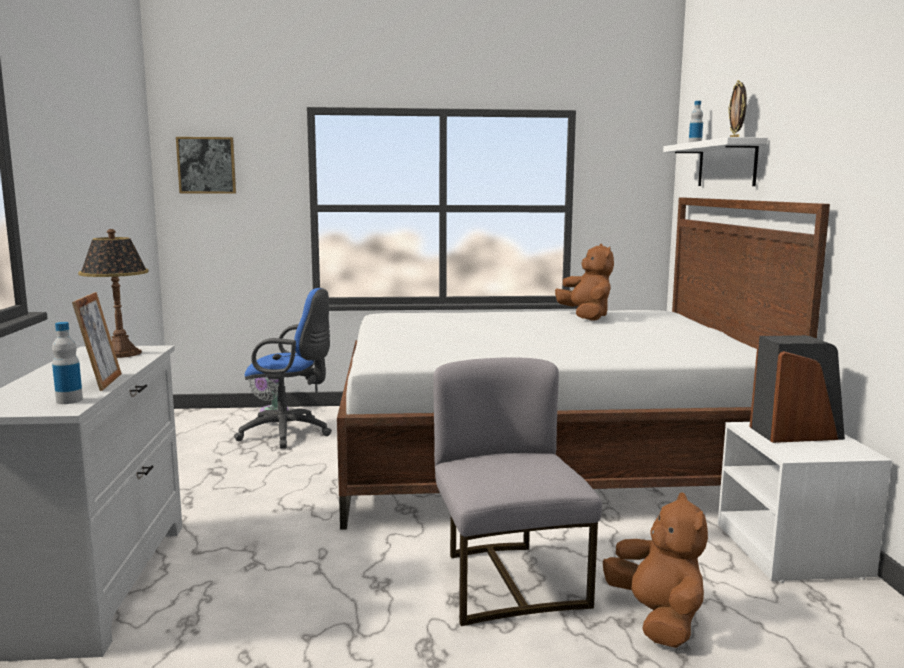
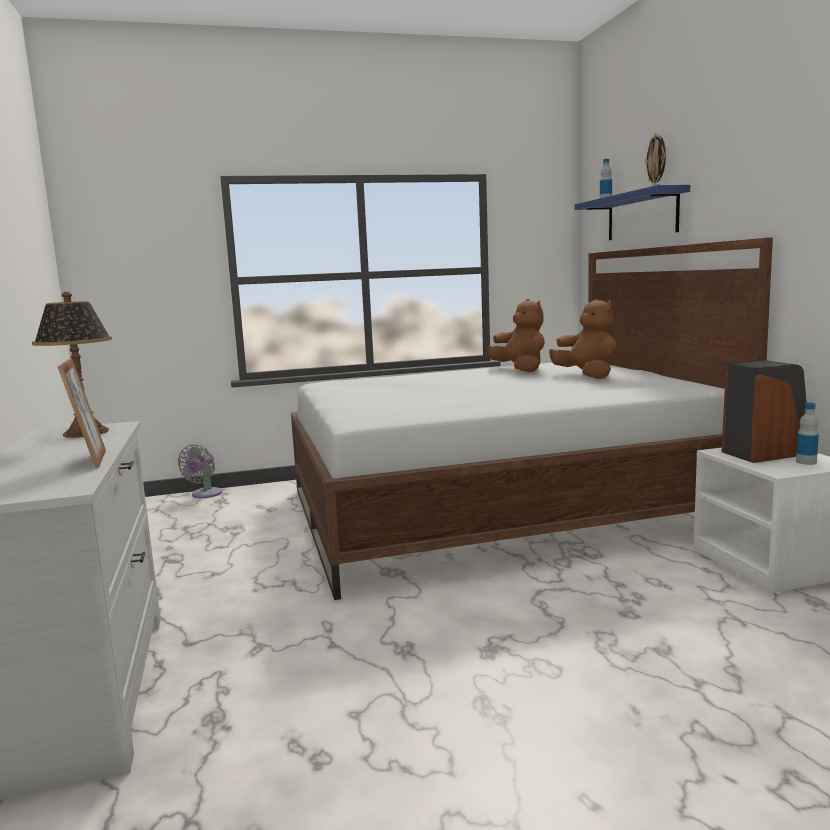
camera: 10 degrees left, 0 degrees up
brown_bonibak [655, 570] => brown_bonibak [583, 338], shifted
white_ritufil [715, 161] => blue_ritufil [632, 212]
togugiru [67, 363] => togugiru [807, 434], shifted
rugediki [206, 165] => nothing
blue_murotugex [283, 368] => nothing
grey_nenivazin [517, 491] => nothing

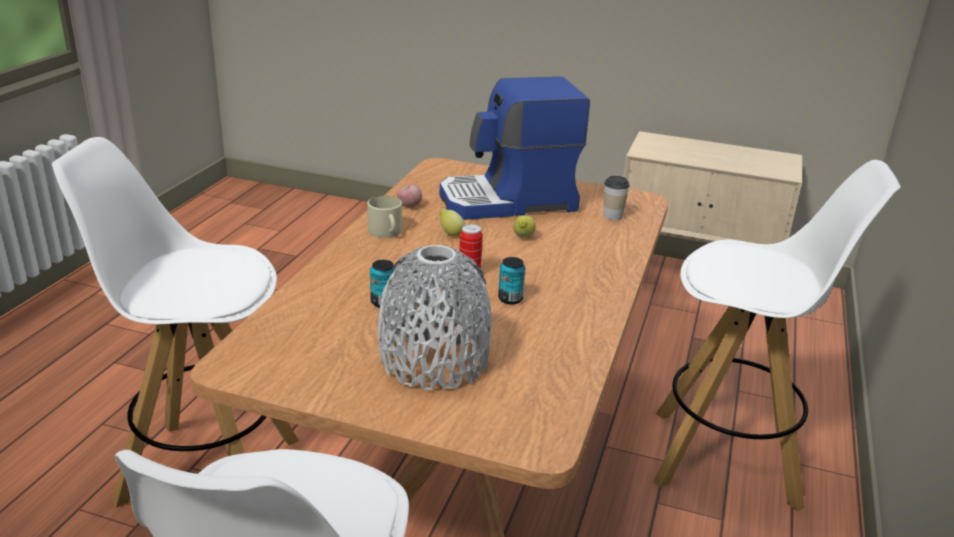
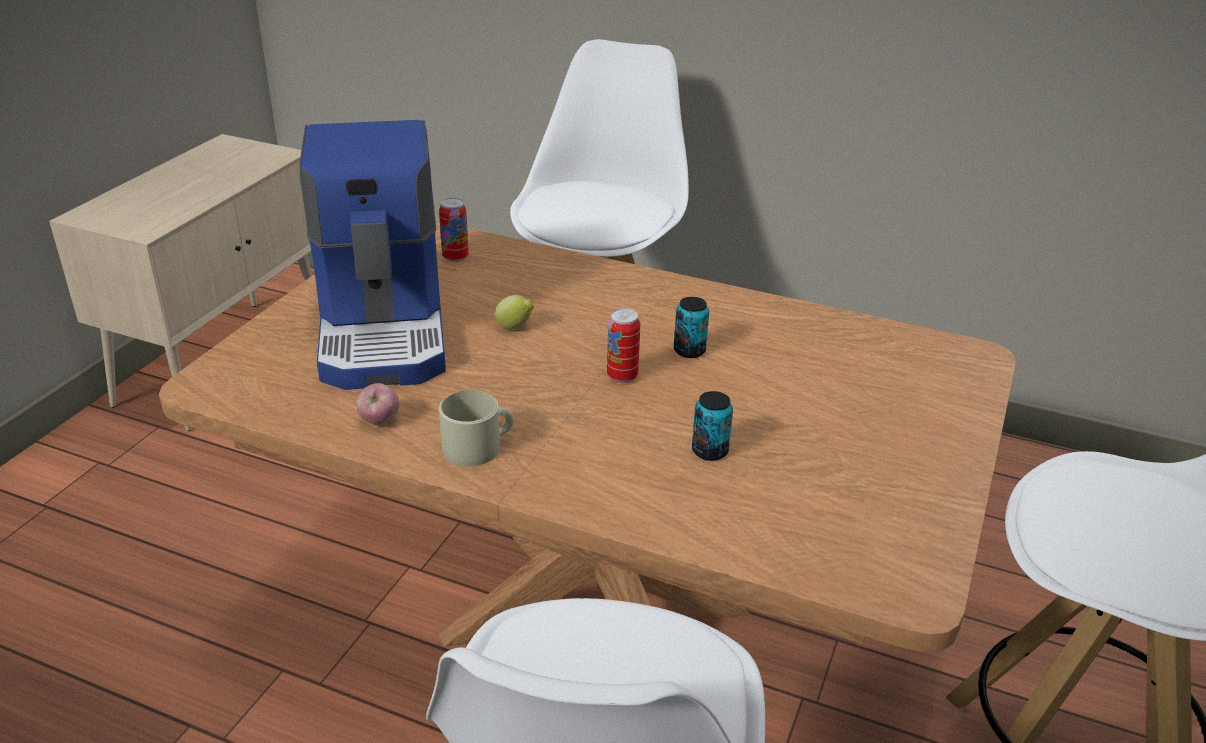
camera: 85 degrees left, 5 degrees up
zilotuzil [616, 198] => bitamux [454, 230]
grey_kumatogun [435, 317] => nothing
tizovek [452, 222] => nothing

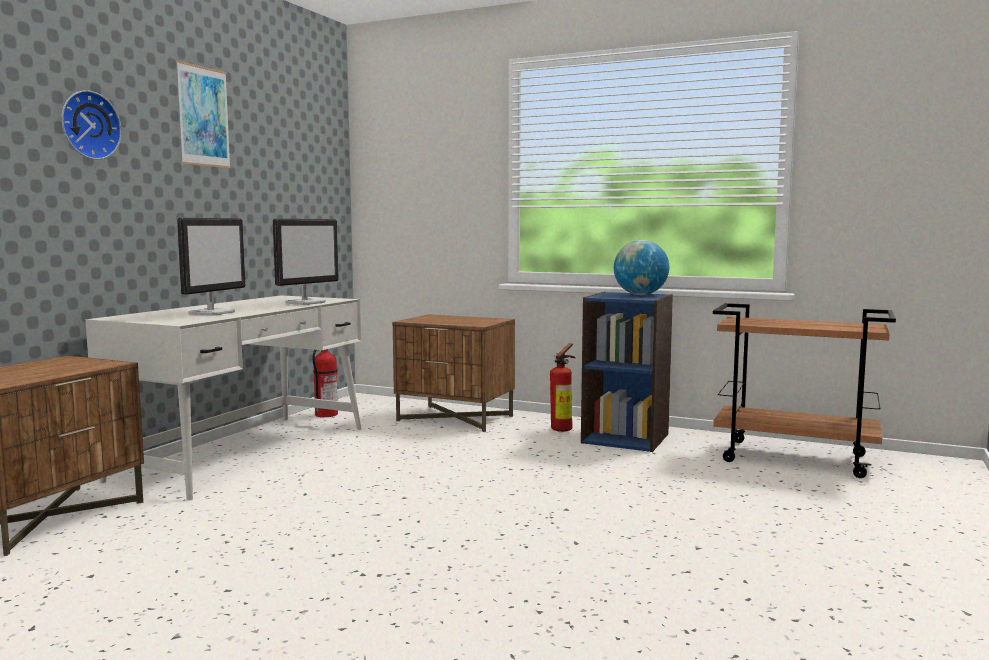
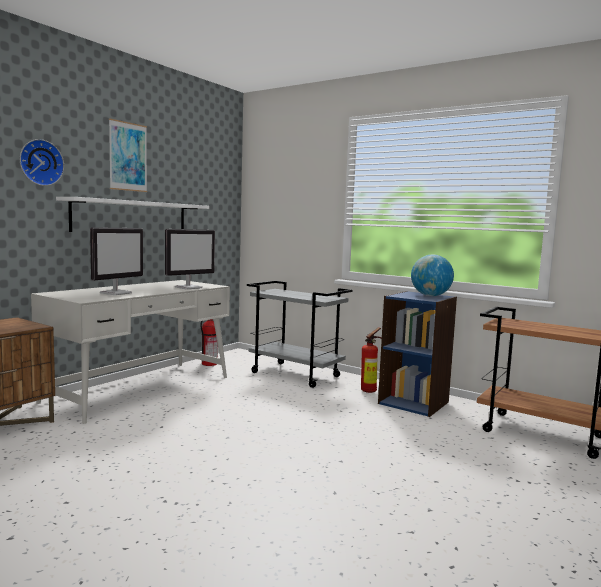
camera: 10 degrees right, 0 degrees up
nothing => white_ritufil [132, 214]
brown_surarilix [454, 373] => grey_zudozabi [299, 334]

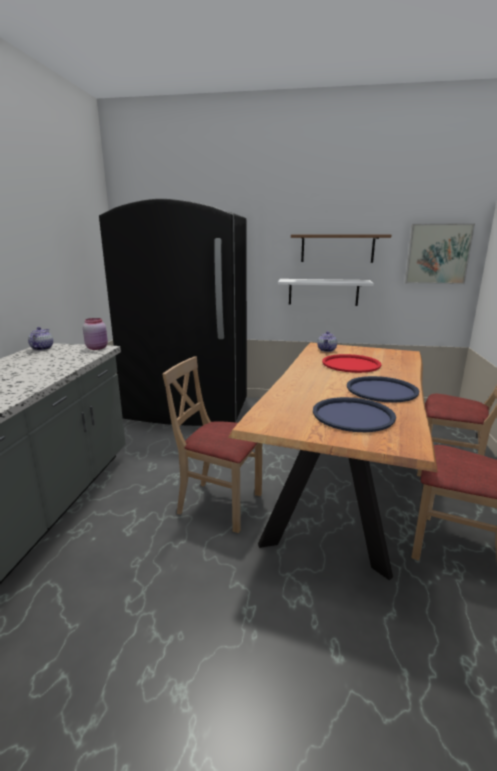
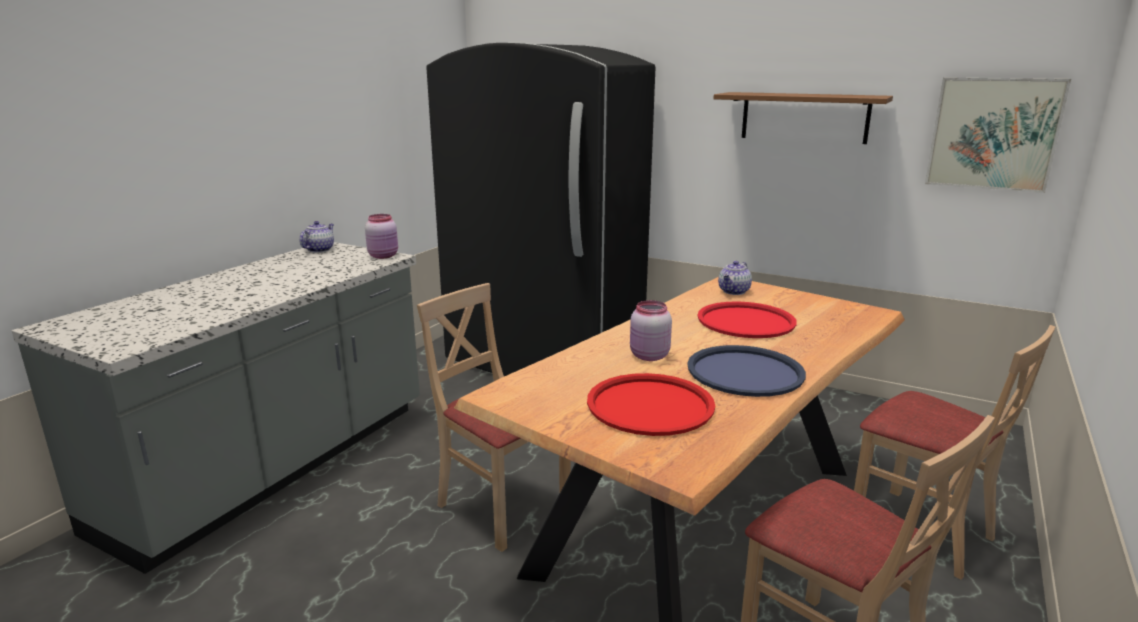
camera: 20 degrees right, 0 degrees up
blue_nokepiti [354, 414] => red_nokepiti [651, 404]
nothing => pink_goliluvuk [651, 330]
white_ritufil [326, 292] => nothing

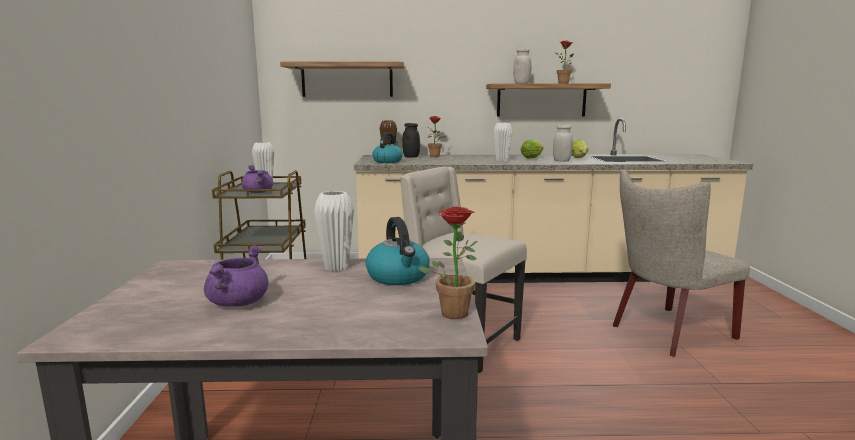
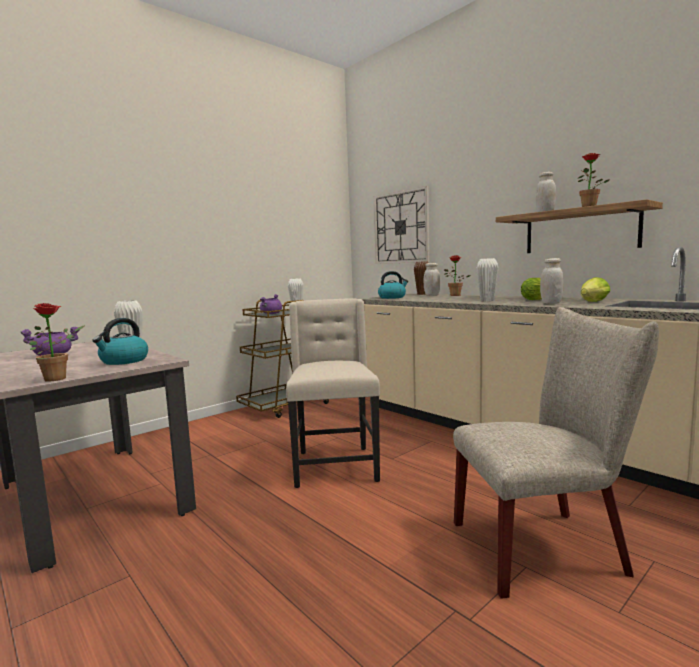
camera: 50 degrees right, 5 degrees down
ritufil [342, 79] => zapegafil [402, 225]
black_goliluvuk [411, 140] => white_goliluvuk [432, 279]
beige_nenivazin [681, 263] => beige_nenivazin [556, 453], 150 degrees clockwise

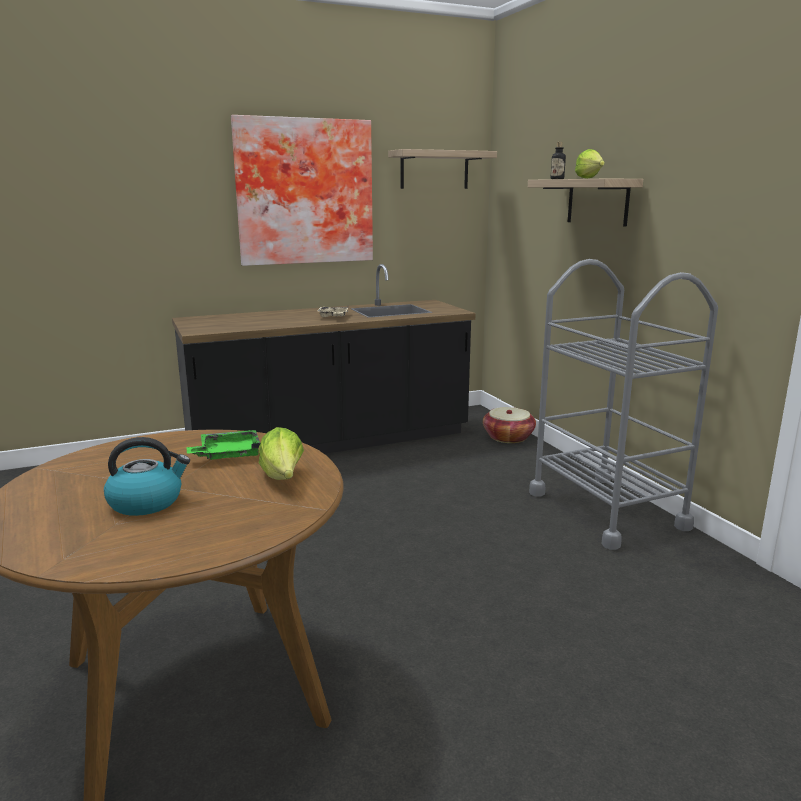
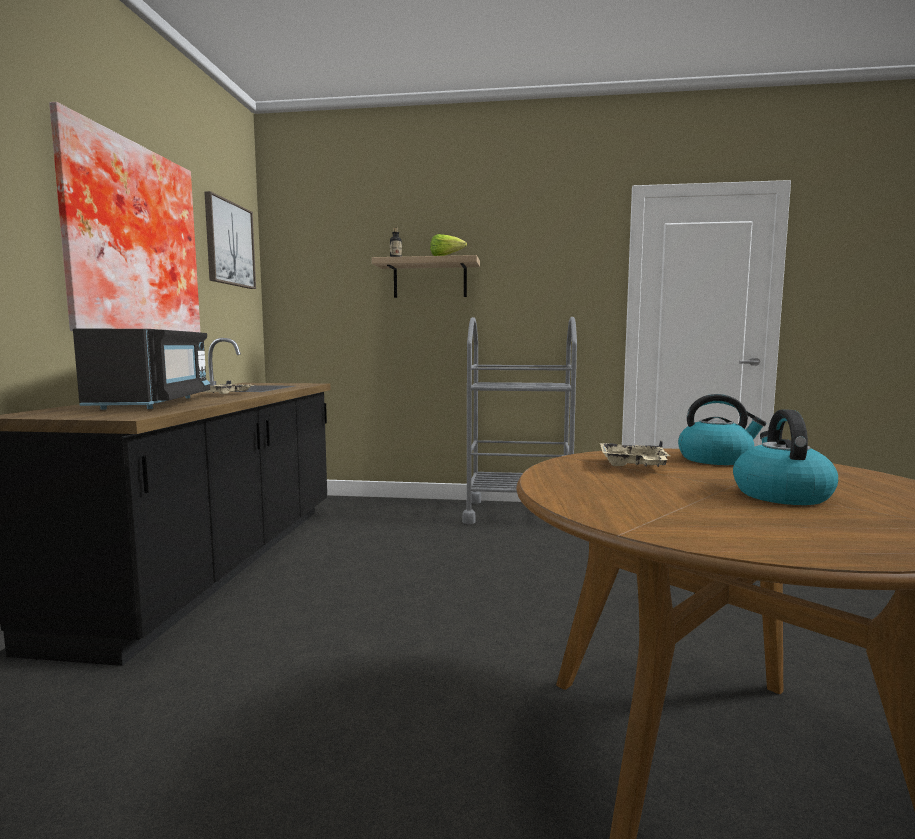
camera: 60 degrees left, 10 degrees down
nothing => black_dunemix [141, 369]
ritufil [442, 169] => rugediki [230, 240]
green_nokepiti [223, 445] => beige_nokepiti [635, 453]
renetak [281, 453] => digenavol [722, 429]
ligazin [509, 425] => nothing

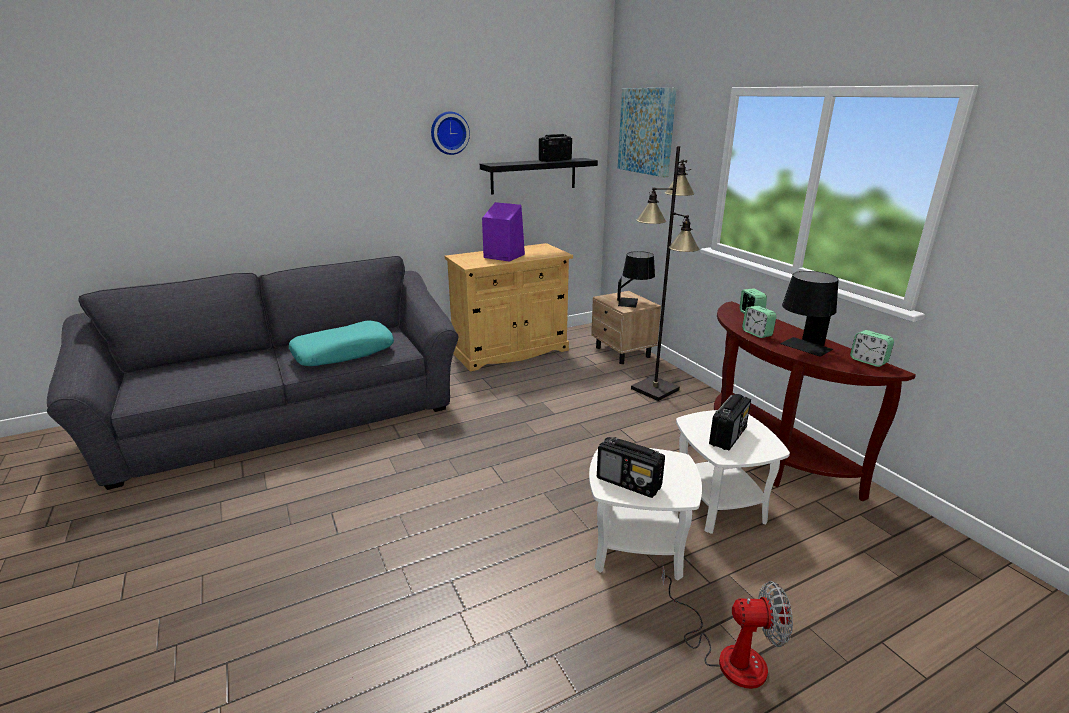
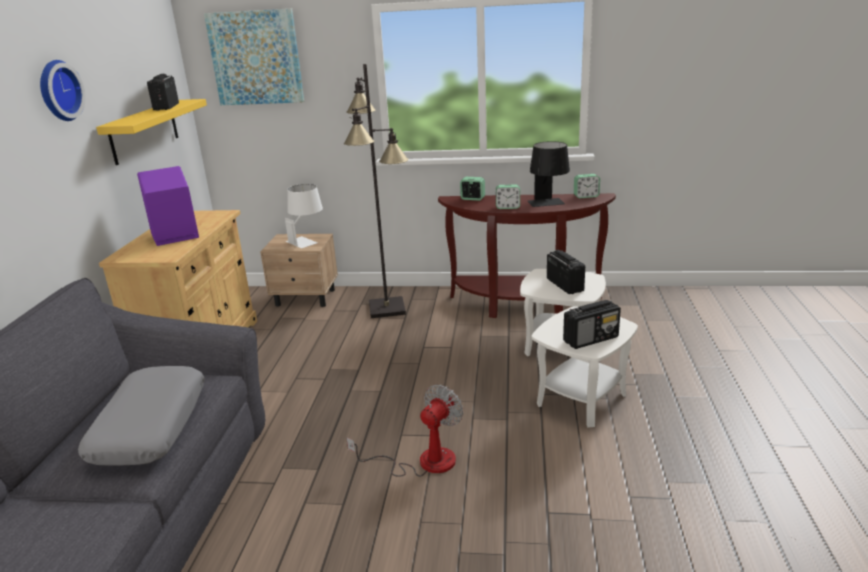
camera: 55 degrees left, 0 degrees up
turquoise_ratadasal [341, 343] => grey_ratadasal [141, 416]
black_ritufil [539, 176] => yellow_ritufil [151, 132]
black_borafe [636, 279] => white_borafe [304, 216]
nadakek [727, 627] => nadakek [404, 431], shifted

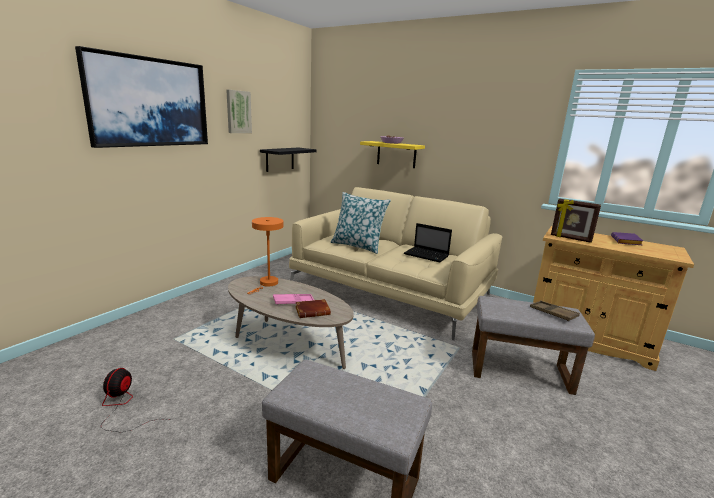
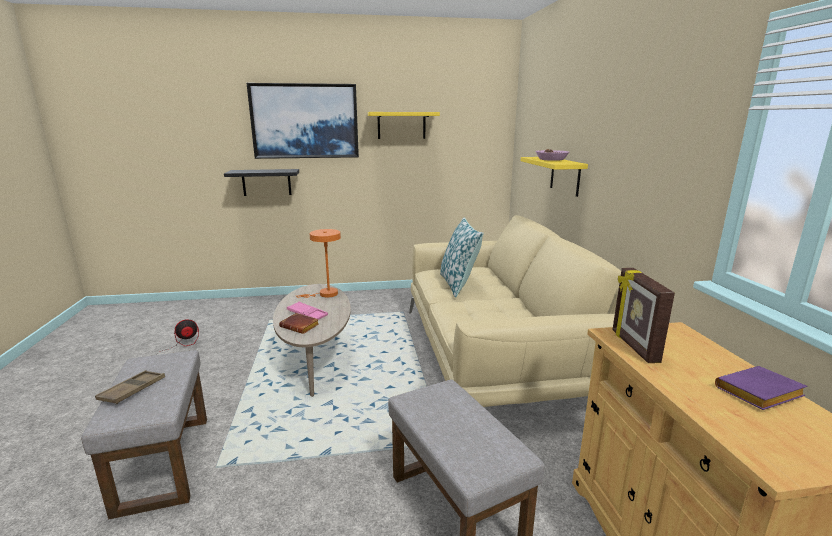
camera: 50 degrees right, 0 degrees up
brown_nokepiti [555, 310] => brown_nokepiti [130, 387], shifted
black_ritufil [288, 160] => black_ritufil [261, 182], shifted
rugediki [239, 111] => yellow_ritufil [404, 125]
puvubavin [428, 243] => nothing

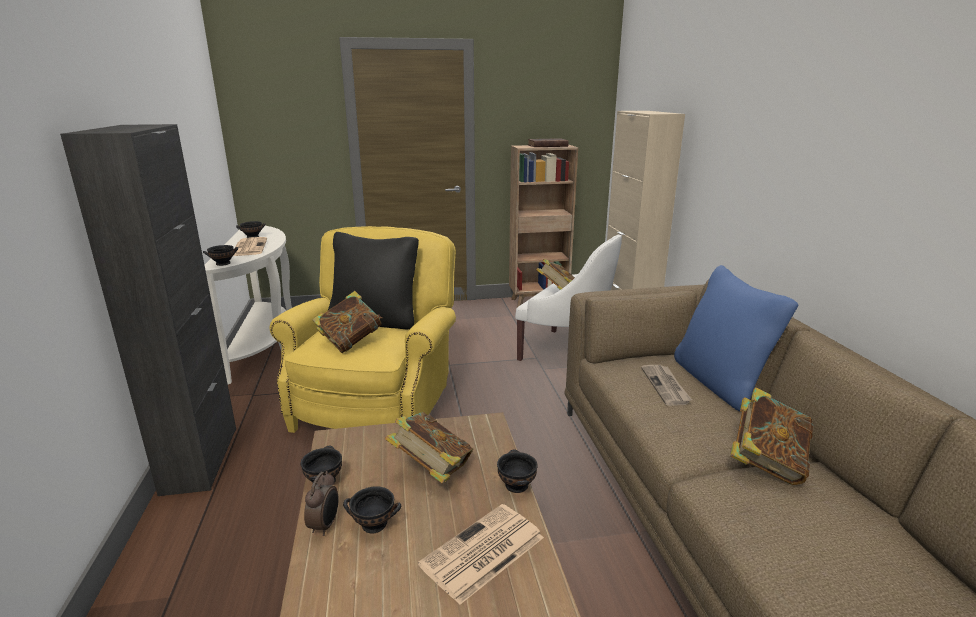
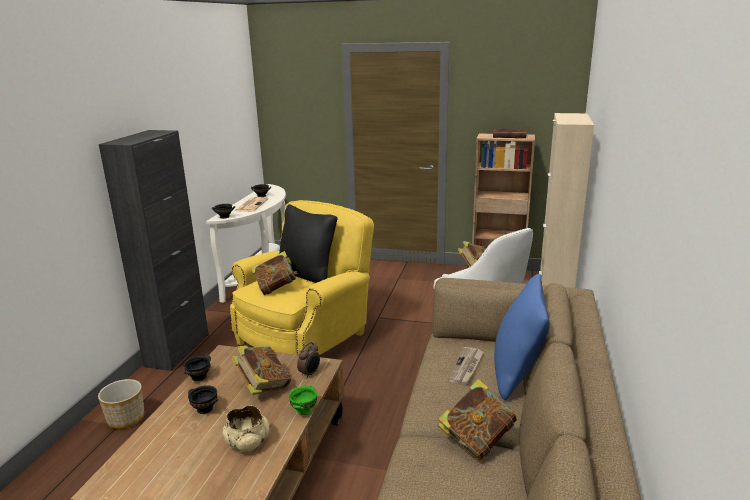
camera: 25 degrees right, 0 degrees up
nothing => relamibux [121, 404]
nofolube [481, 554] => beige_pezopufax [246, 428]
black_pezopufax [517, 471] => green_pezopufax [303, 400]
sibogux [321, 503] => sibogux [308, 360], shifted

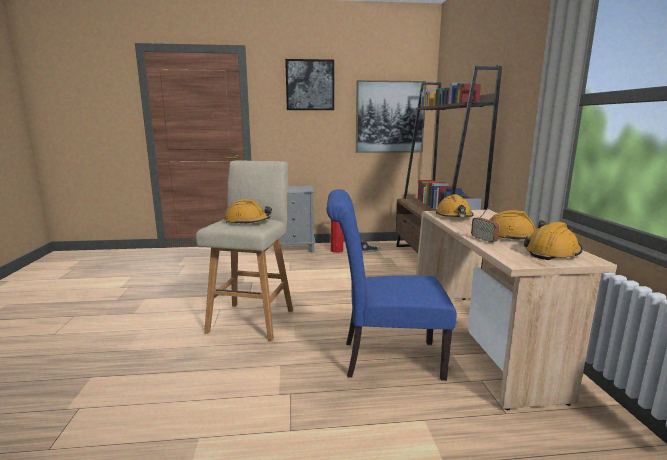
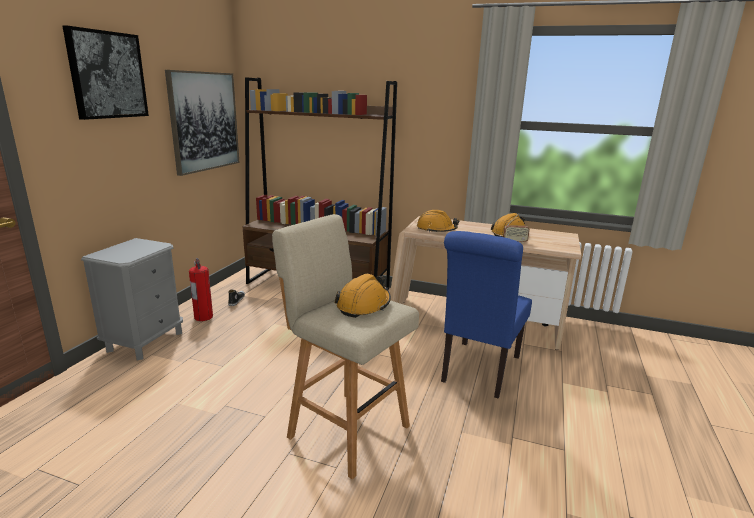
camera: 65 degrees left, 5 degrees up
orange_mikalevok [553, 241] => nothing

